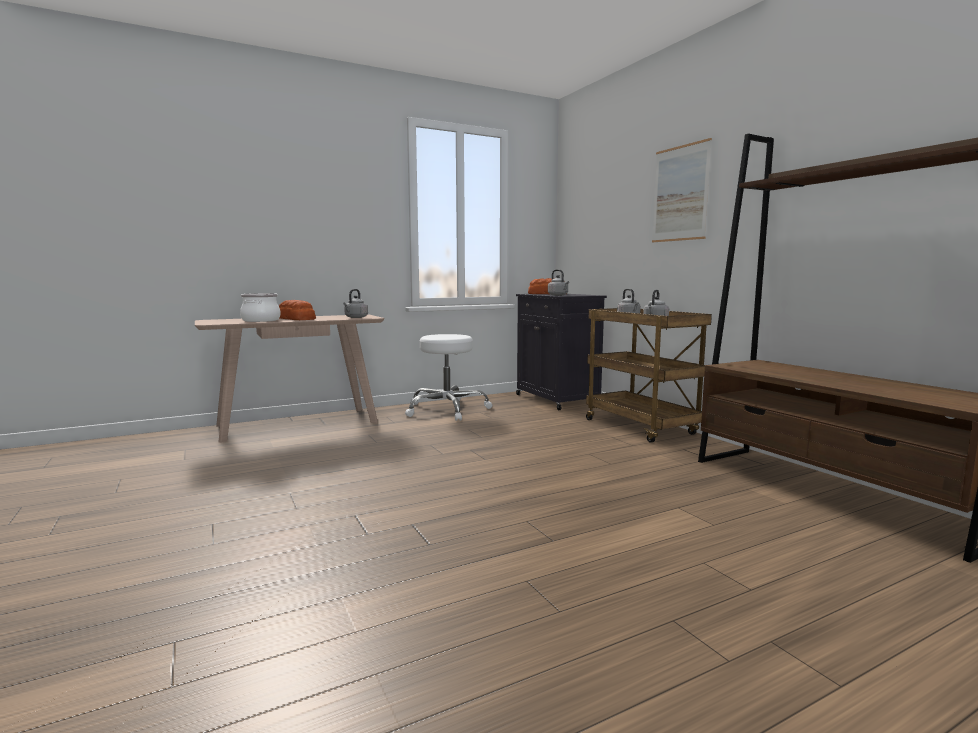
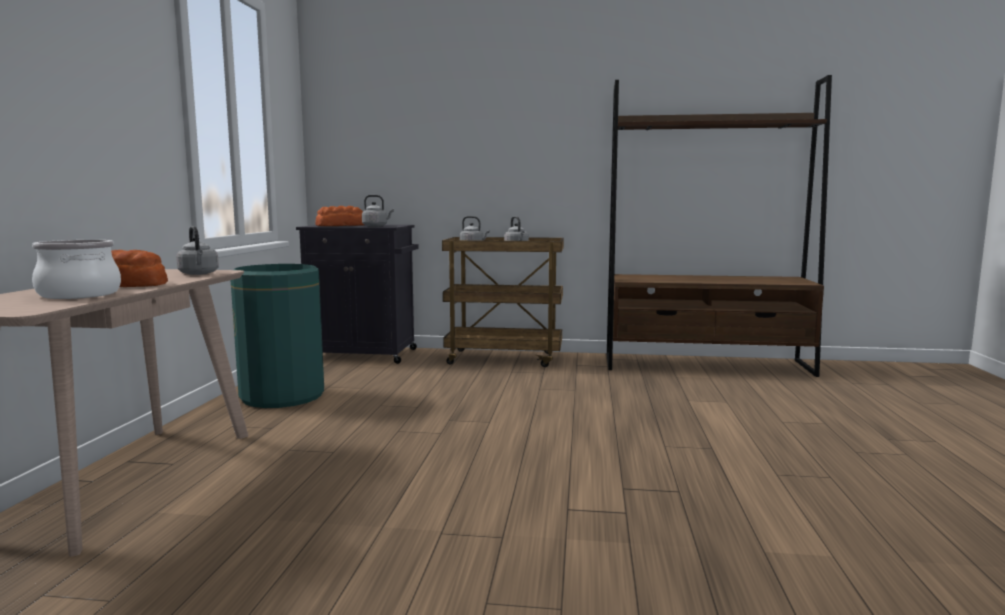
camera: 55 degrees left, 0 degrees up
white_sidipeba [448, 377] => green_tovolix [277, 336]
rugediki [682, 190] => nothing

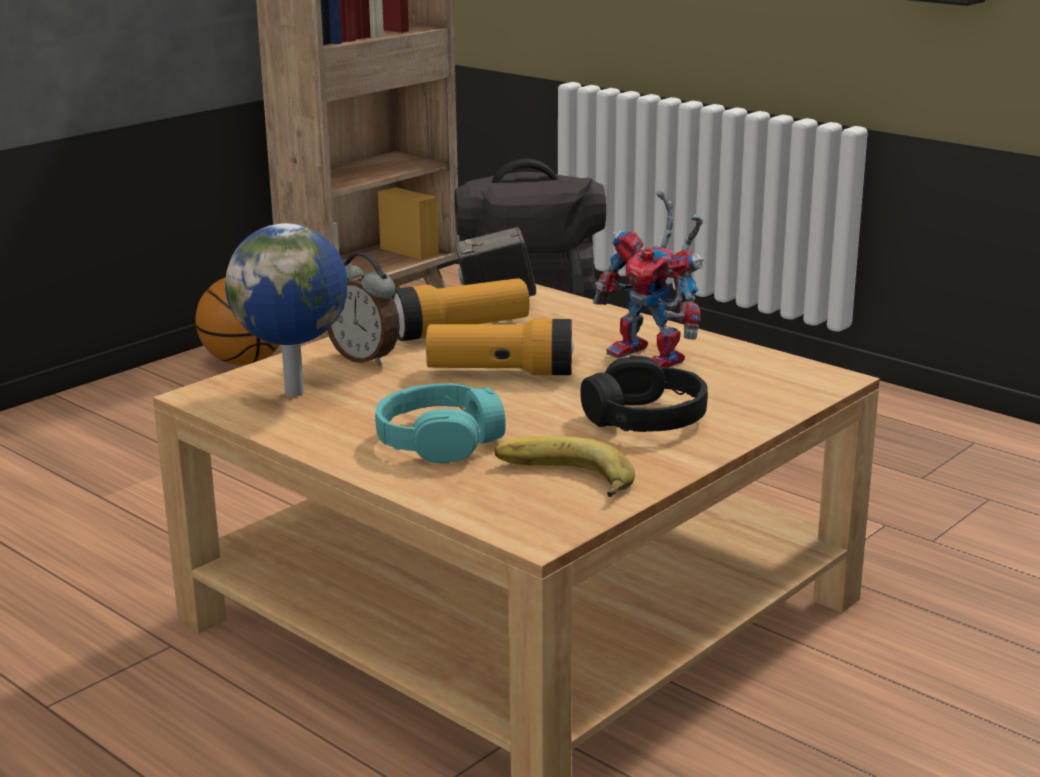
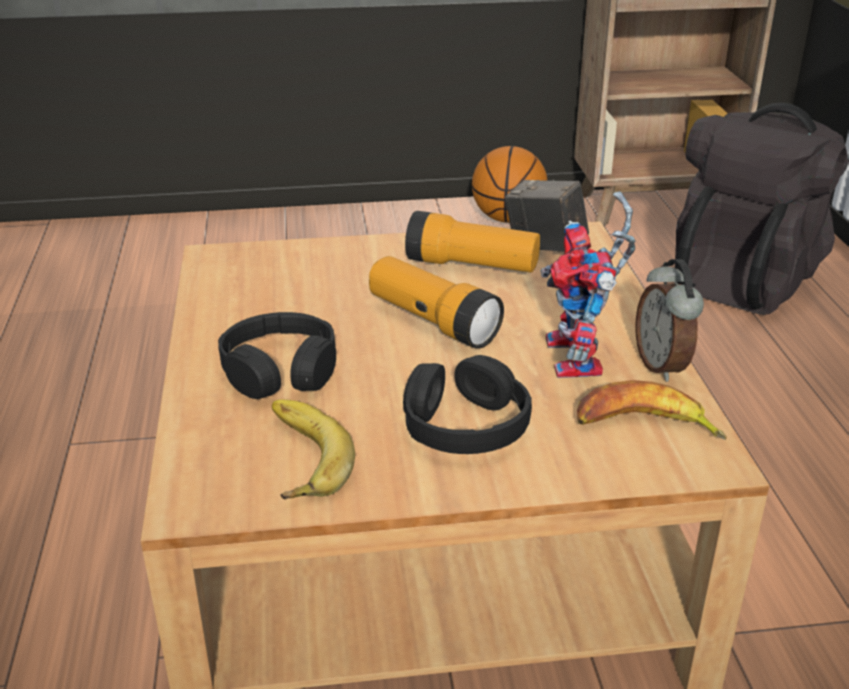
camera: 40 degrees right, 10 degrees up
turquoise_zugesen [440, 423] => black_zugesen [277, 355]
nothing => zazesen [652, 410]
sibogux [363, 309] => sibogux [669, 320], shifted
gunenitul [286, 310] => nothing

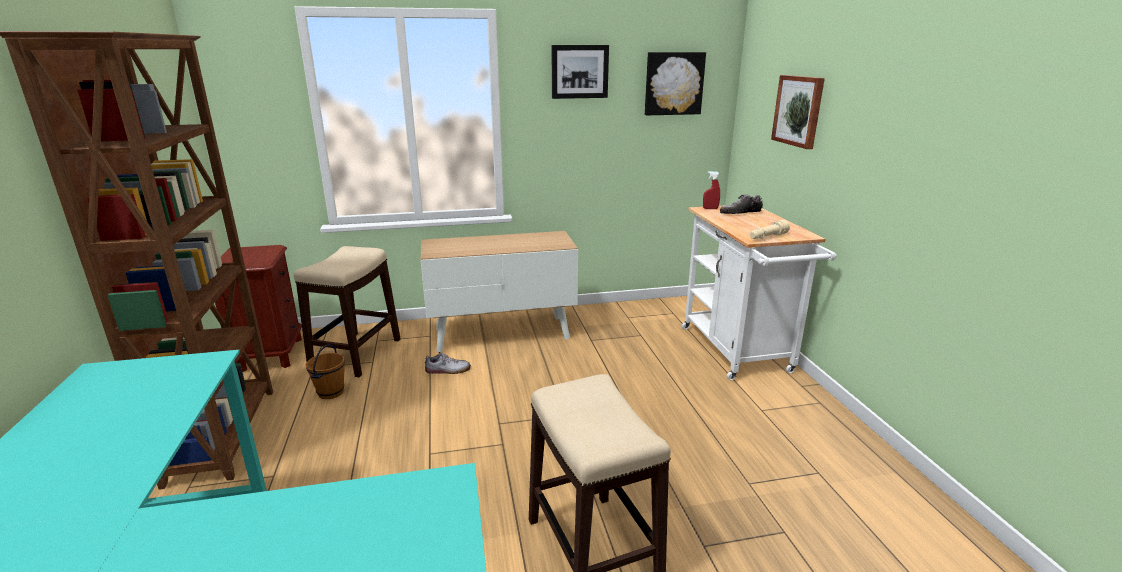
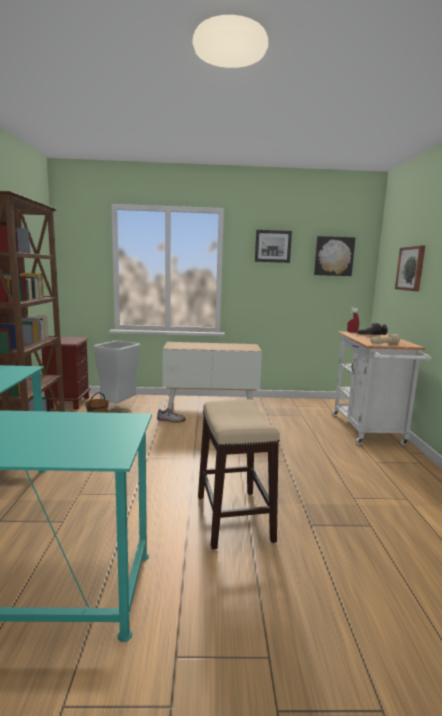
camera: 10 degrees right, 10 degrees down
sidipeba [347, 311] => grey_tovolix [116, 372]

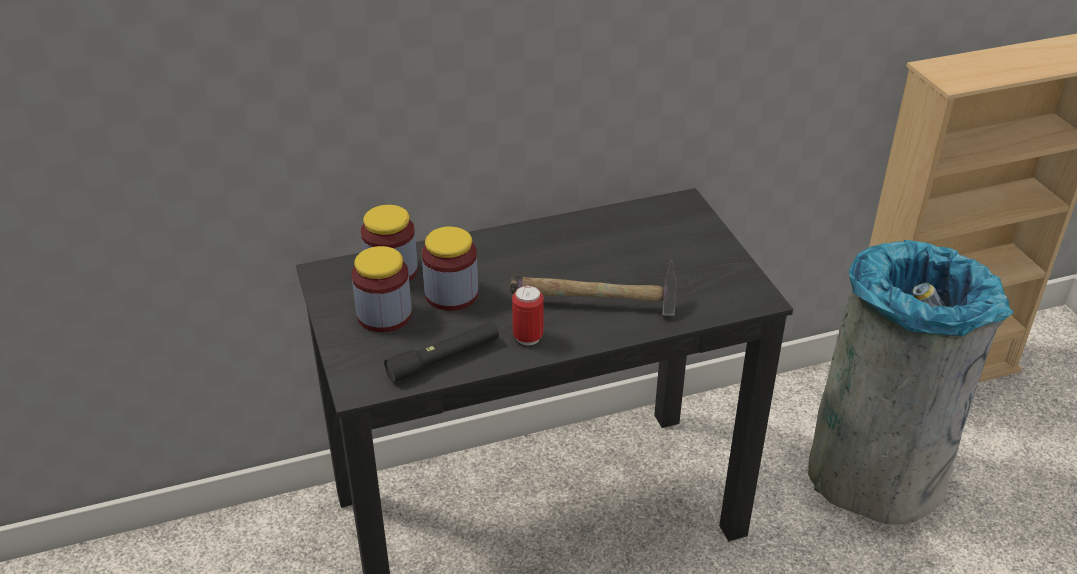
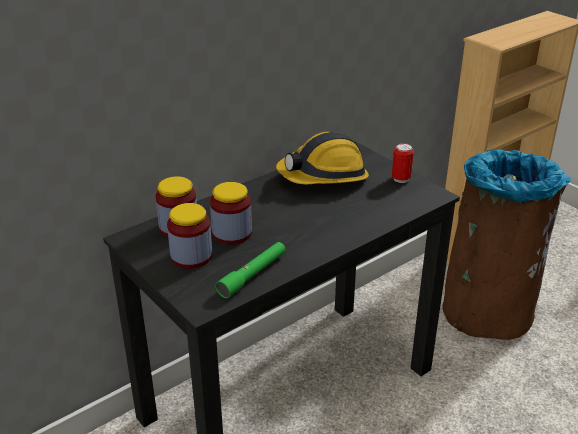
camera: 20 degrees left, 5 degrees down
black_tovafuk [441, 352] => green_tovafuk [251, 270]
nothing => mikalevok [322, 158]
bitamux [528, 315] => bitamux [403, 163], shifted
grey_tovolix [910, 382] => brown_tovolix [506, 244]
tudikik [593, 288] => nothing

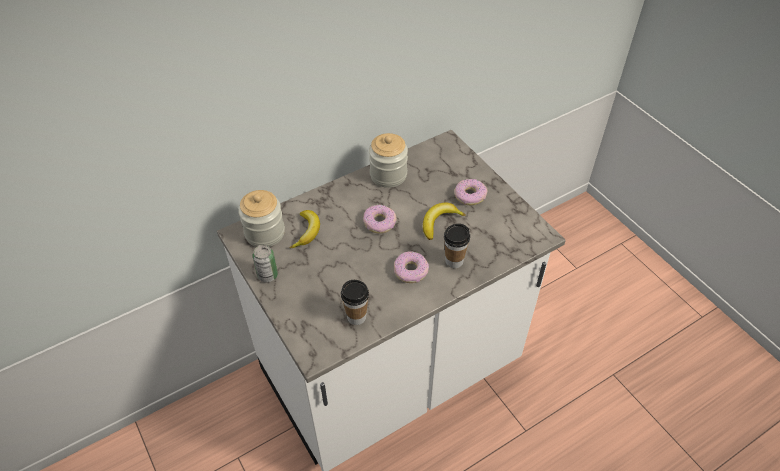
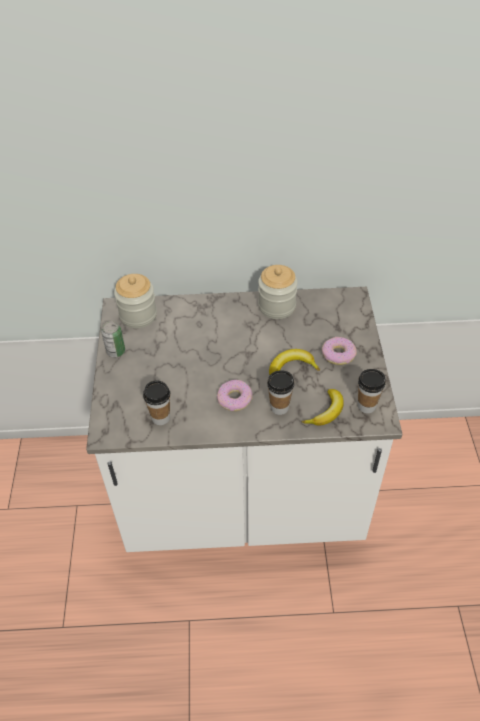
camera: 30 degrees right, 0 degrees up
zazesen [305, 229] => zazesen [323, 407], shifted
nothing => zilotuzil [372, 391]
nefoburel [380, 219] => nothing

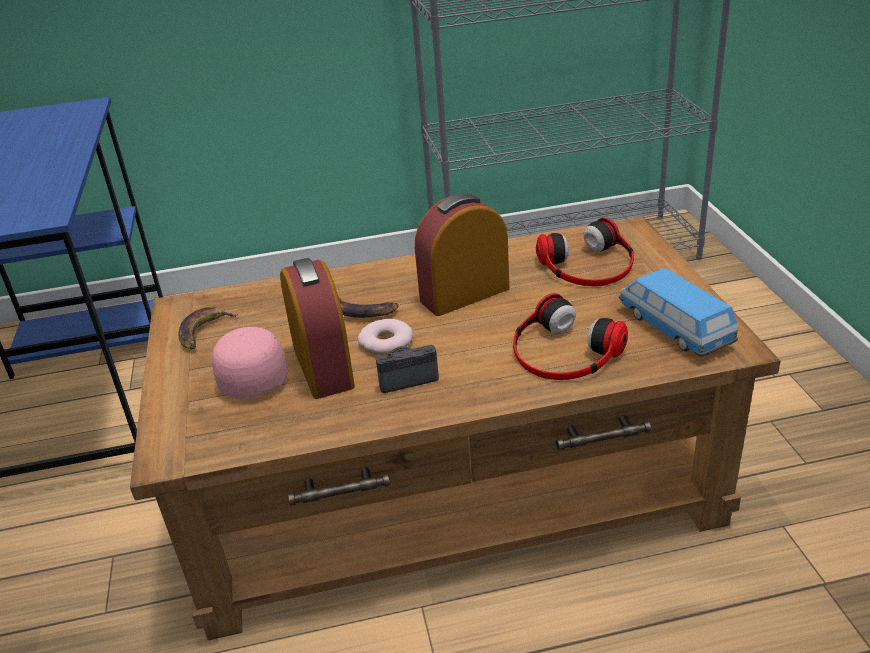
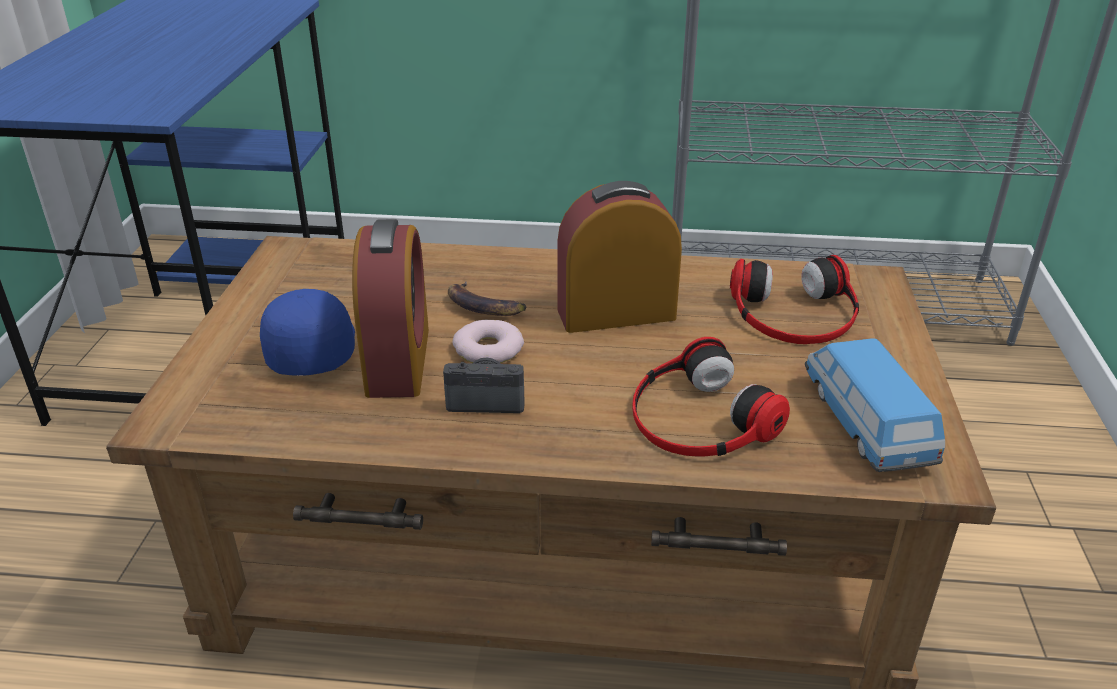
camera: 15 degrees right, 0 degrees up
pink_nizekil [250, 363] => blue_nizekil [307, 332]
zazesen [208, 328] => nothing

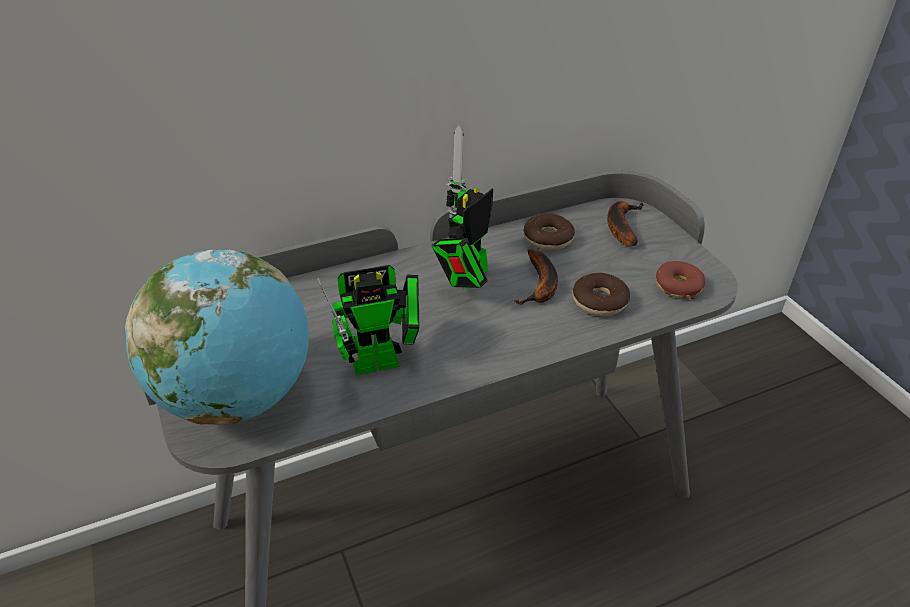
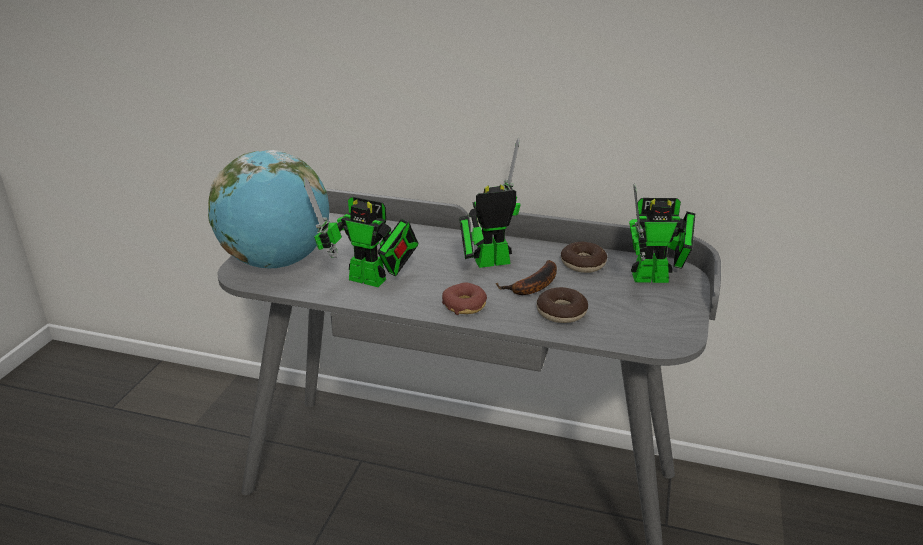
camera: 40 degrees right, 10 degrees down
nefoburel [680, 280] => nefoburel [464, 298], shifted
zazesen [625, 223] => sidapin [662, 233]

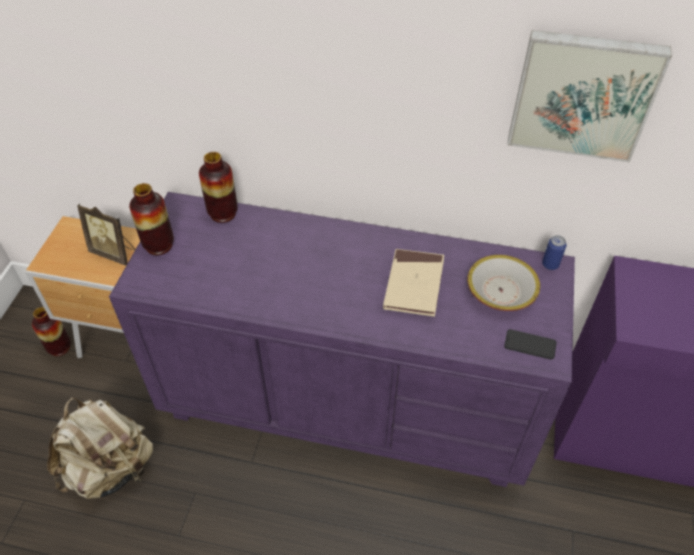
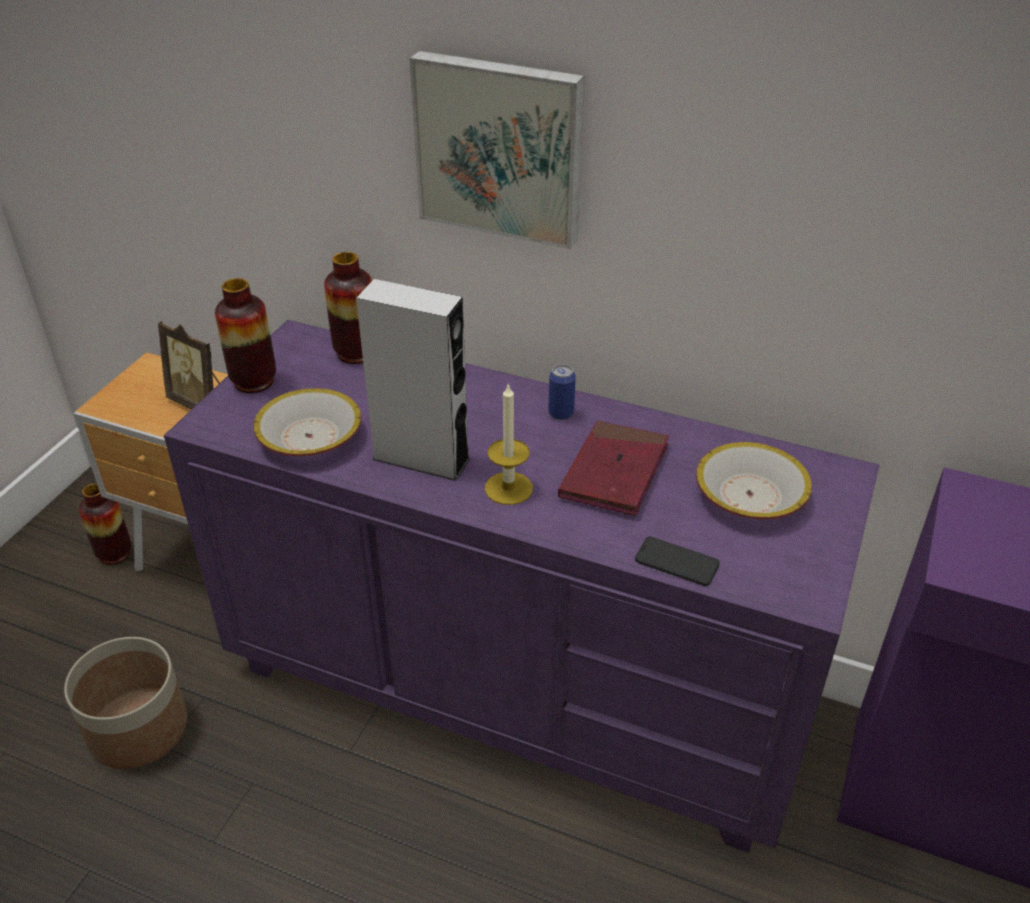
camera: 10 degrees right, 10 degrees down
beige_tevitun [100, 448] => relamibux [126, 703]
nothing => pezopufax [307, 422]
nothing => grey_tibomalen [413, 380]
rugediki [589, 96] => rugediki [497, 150], shifted
nothing => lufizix [509, 444]
bitamux [554, 252] => bitamux [562, 392], shifted
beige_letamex [413, 283] => red_letamex [613, 468]
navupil [530, 344] => navupil [677, 561], shifted

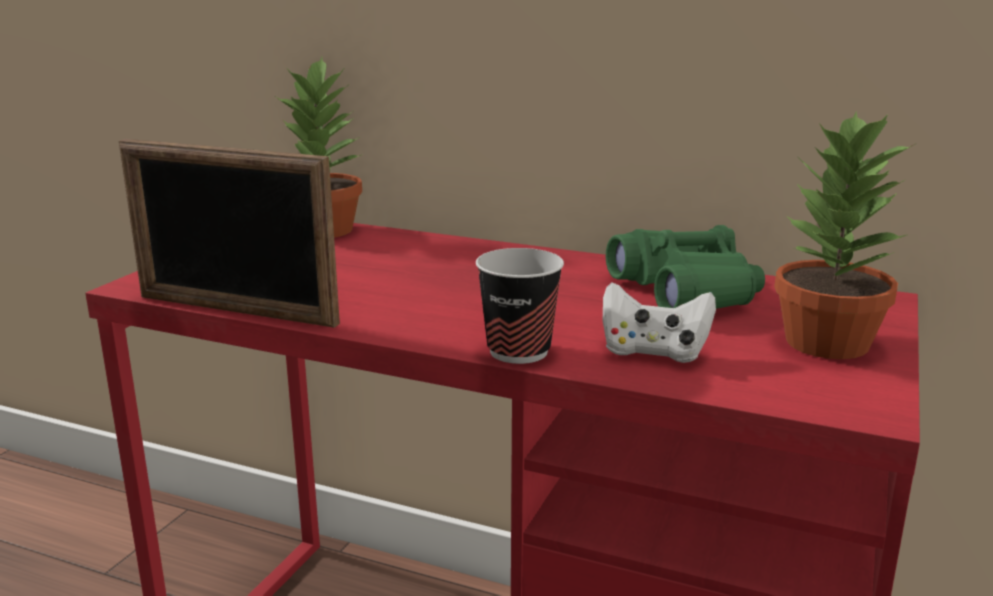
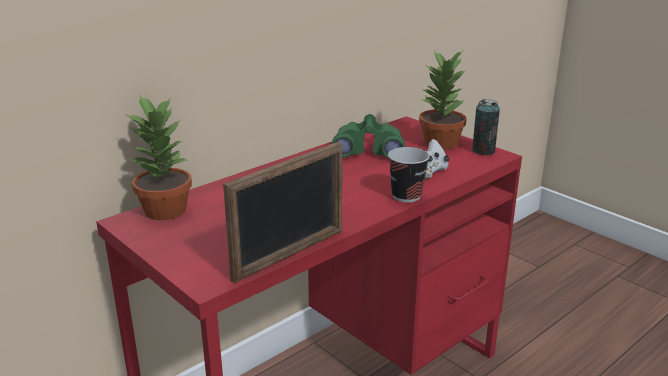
camera: 65 degrees left, 5 degrees up
nothing => bitamux [486, 127]

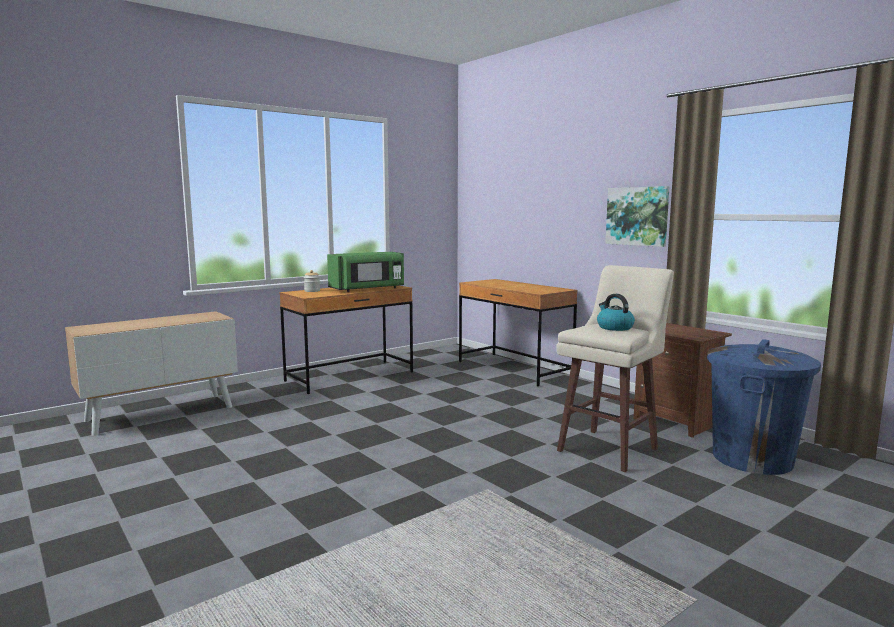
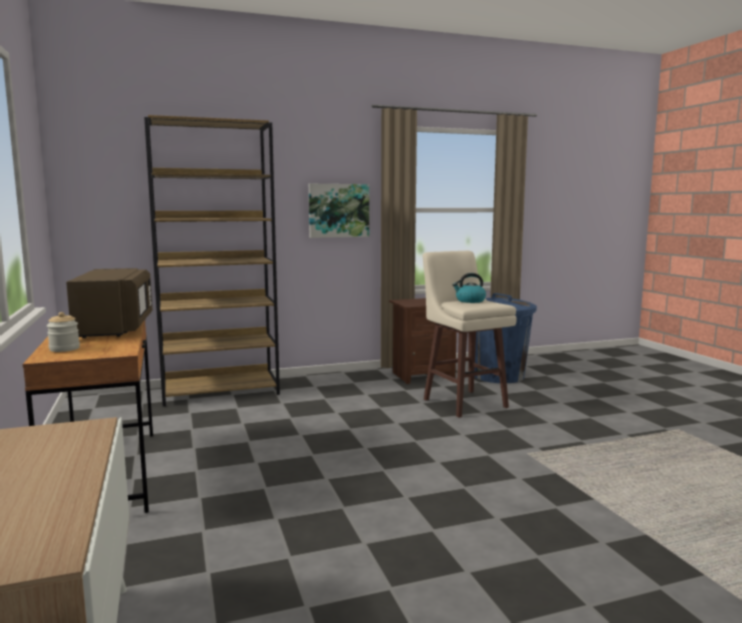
camera: 70 degrees left, 0 degrees up
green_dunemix [365, 272] => brown_dunemix [109, 303]
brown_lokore [518, 332] => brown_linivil [212, 260]

